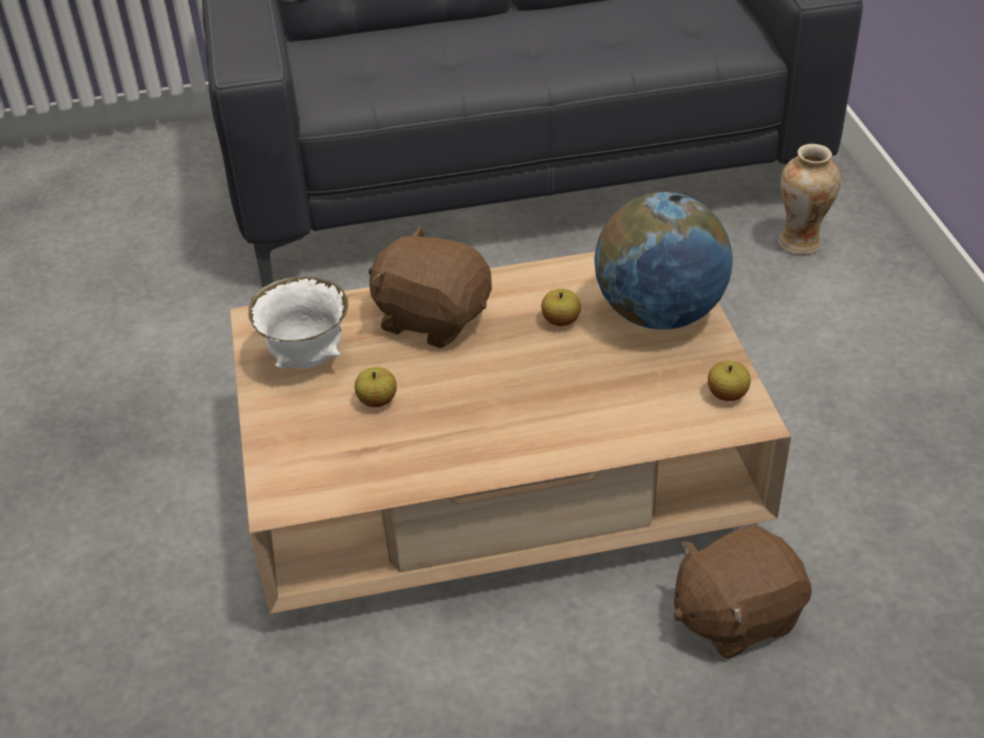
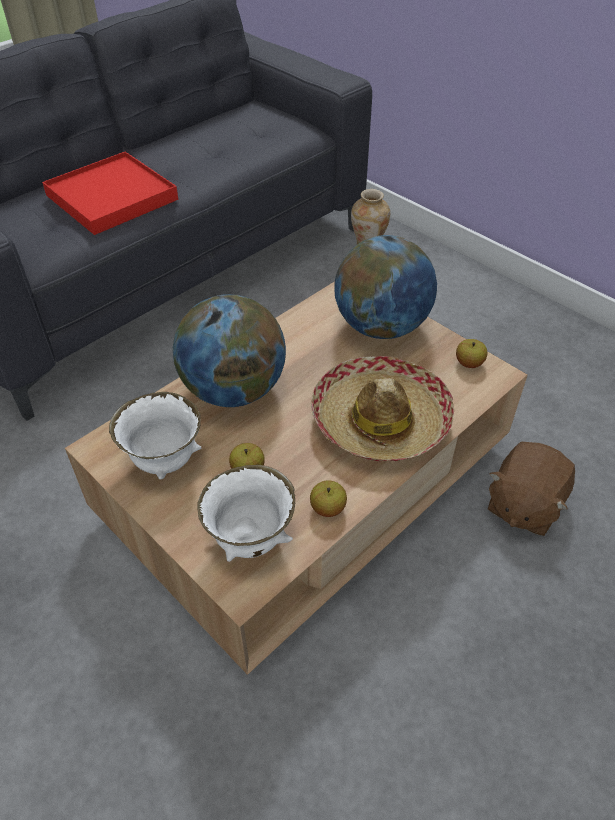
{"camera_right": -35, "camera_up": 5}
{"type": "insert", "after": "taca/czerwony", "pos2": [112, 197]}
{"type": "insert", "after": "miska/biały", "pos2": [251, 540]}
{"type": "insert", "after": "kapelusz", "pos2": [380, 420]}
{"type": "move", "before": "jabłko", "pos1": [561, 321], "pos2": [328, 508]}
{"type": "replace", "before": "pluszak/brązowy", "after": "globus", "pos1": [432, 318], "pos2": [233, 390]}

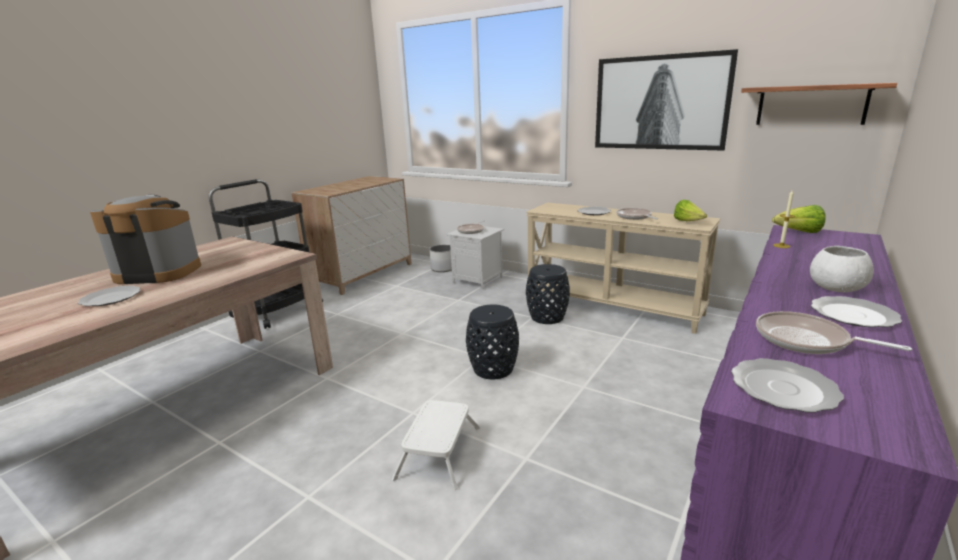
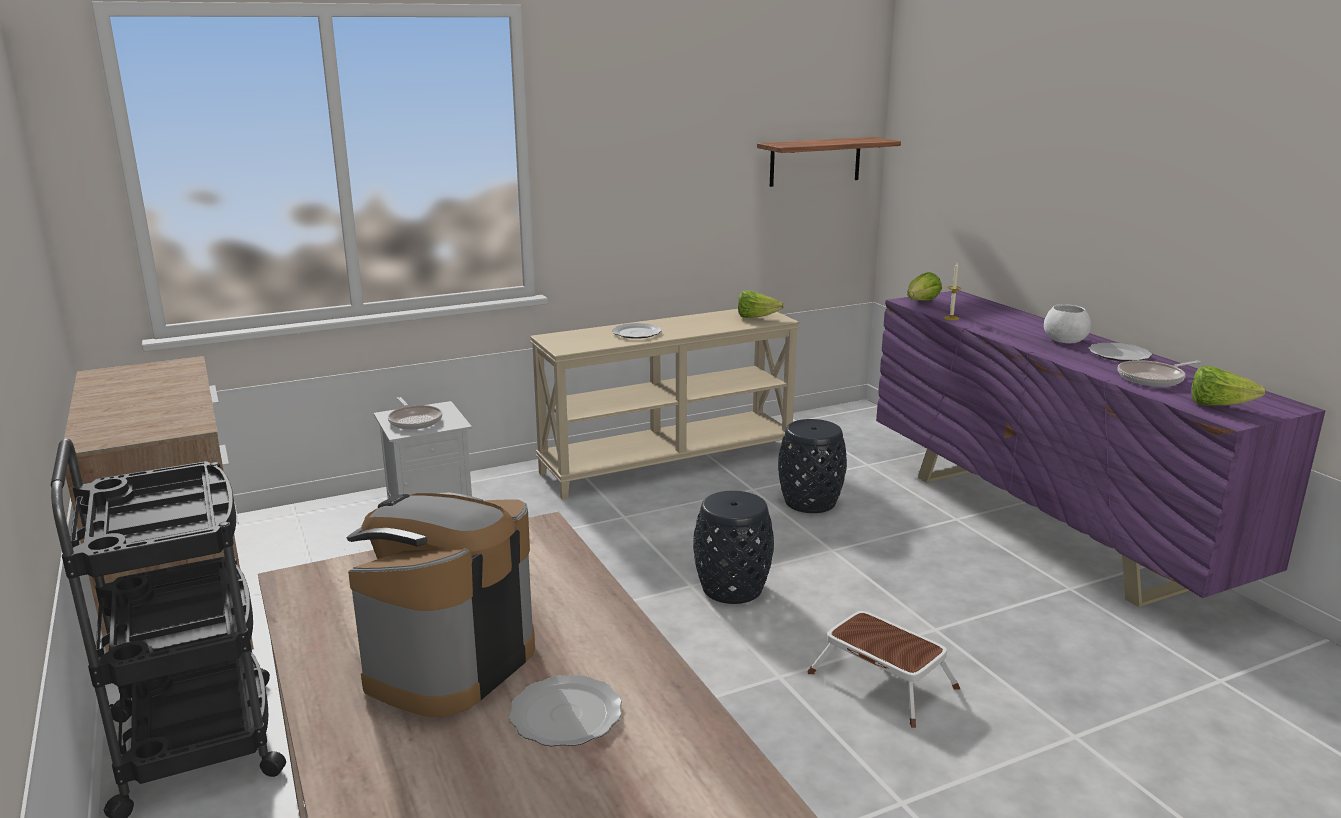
{"camera_right": -60, "camera_up": 0}
{"type": "delete", "before": "donica/biały", "pos1": [443, 268]}
{"type": "delete", "before": "obraz", "pos1": [660, 103]}
{"type": "delete", "before": "patelnia", "pos1": [635, 217]}
{"type": "move", "before": "stołek/czarny", "pos1": [547, 317], "pos2": [809, 502]}
{"type": "replace", "before": "talerz", "after": "sałata", "pos1": [783, 387], "pos2": [1218, 405]}
{"type": "recolor", "before": "drabinka/biały", "after": "drabinka/brązowy", "pos1": [438, 452], "pos2": [882, 681]}

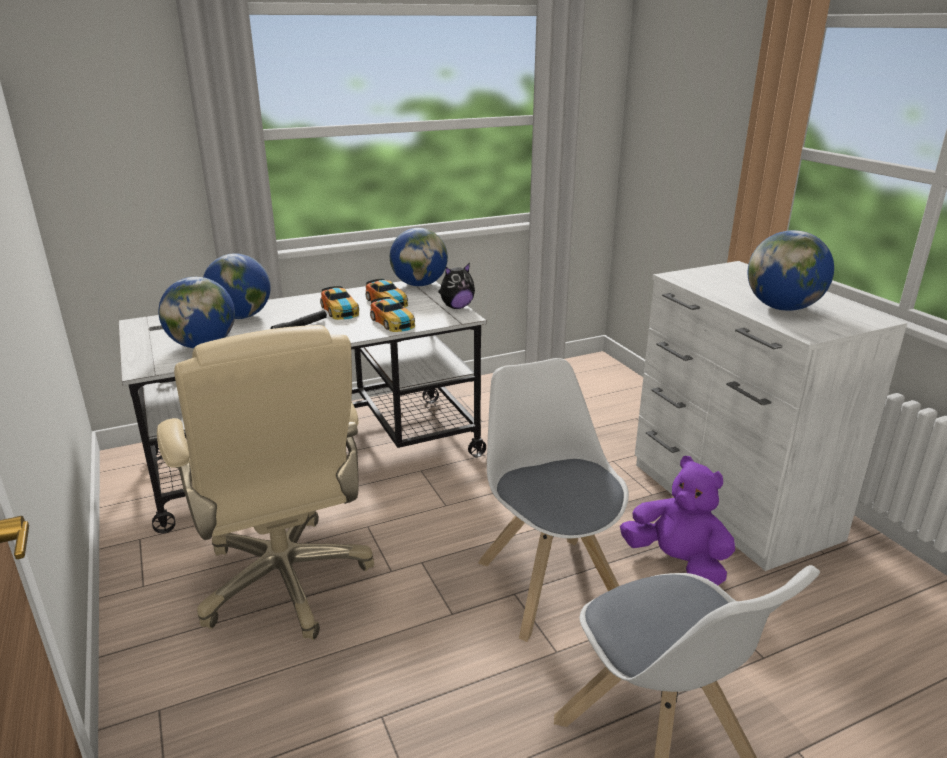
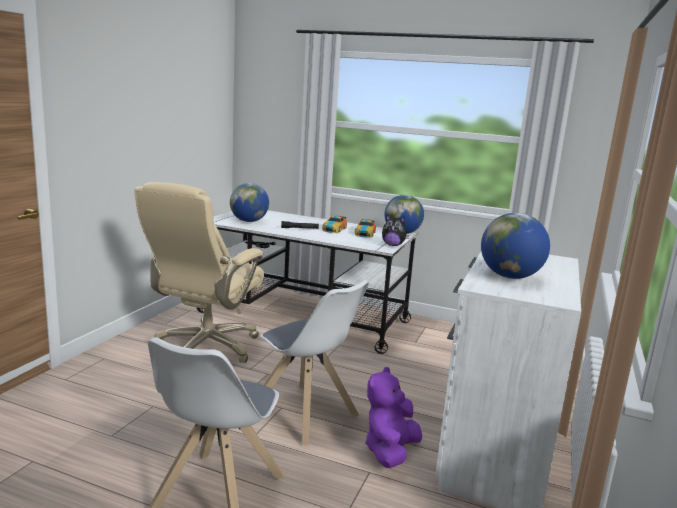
{"camera_right": 45, "camera_up": -10}
{"type": "delete", "before": "globus", "pos1": [241, 317]}
{"type": "delete", "before": "samochodzik", "pos1": [393, 322]}
{"type": "rotate", "before": "krzesło", "pos1": [549, 582], "pos2": [306, 414], "turn": 105}
{"type": "rotate", "before": "pluszak/fioletowy", "pos1": [677, 562], "pos2": [390, 451], "turn": -150}

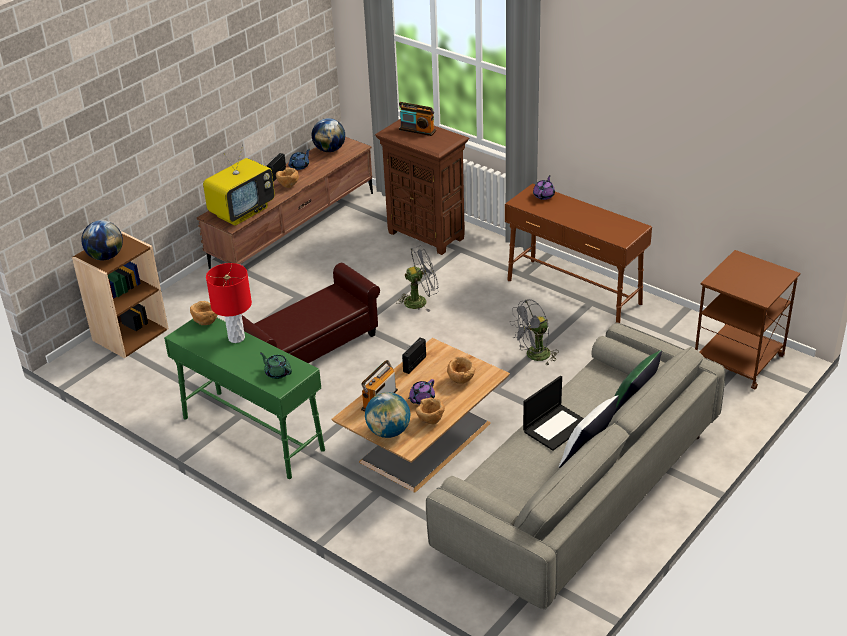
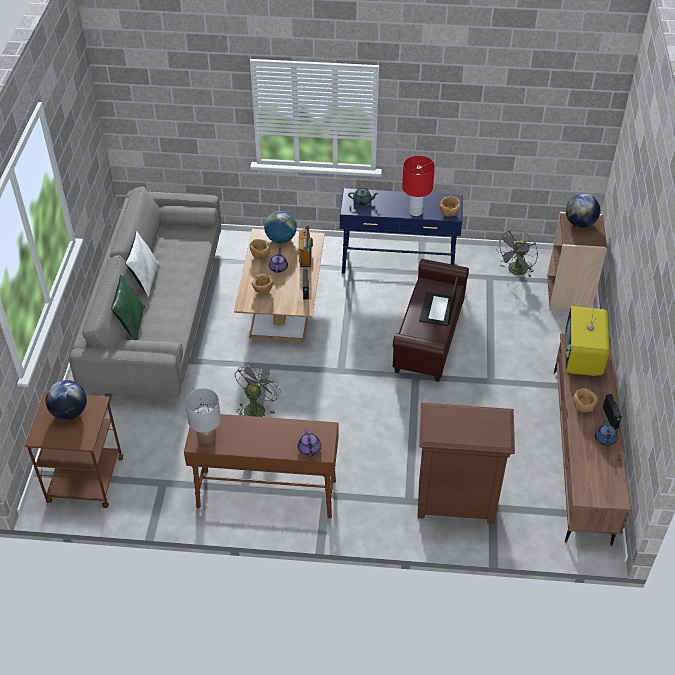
{"camera_right": 145, "camera_up": 10}
{"type": "delete", "before": "radio", "pos1": [417, 130]}
{"type": "insert", "after": "lampa stołowa/szary", "pos2": [207, 436]}
{"type": "move", "before": "globus", "pos1": [329, 150], "pos2": [70, 412]}
{"type": "move", "before": "wentylator/szary", "pos1": [420, 301], "pos2": [516, 271]}
{"type": "move", "before": "laptop", "pos1": [556, 427], "pos2": [438, 310]}
{"type": "recolor", "before": "stolik konsolowy/zielony", "after": "stolik konsolowy/niebieski", "pos1": [253, 433], "pos2": [398, 264]}

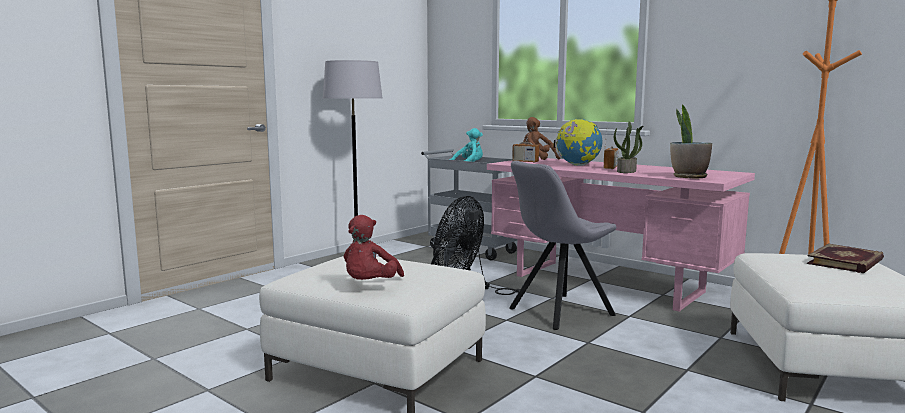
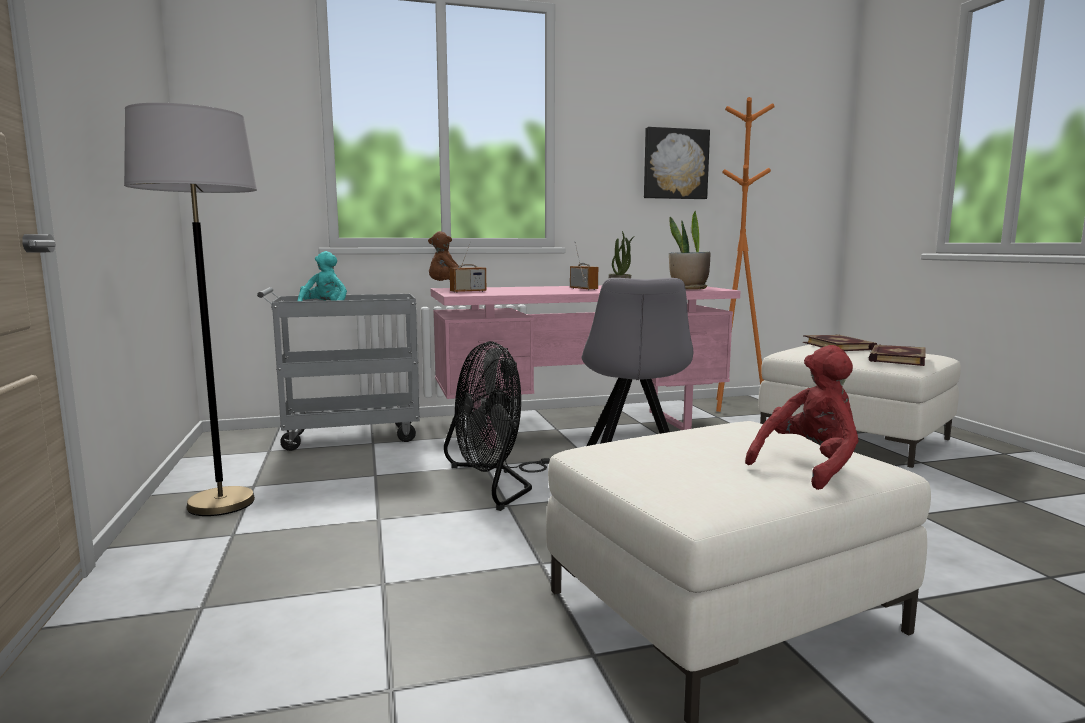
{"camera_right": -55, "camera_up": 0}
{"type": "delete", "before": "globus", "pos1": [577, 165]}
{"type": "insert", "after": "obraz", "pos2": [675, 164]}
{"type": "insert", "after": "książka", "pos2": [895, 358]}
{"type": "rotate", "before": "pluszak/czerwony", "pos1": [369, 285], "pos2": [809, 466], "turn": -90}

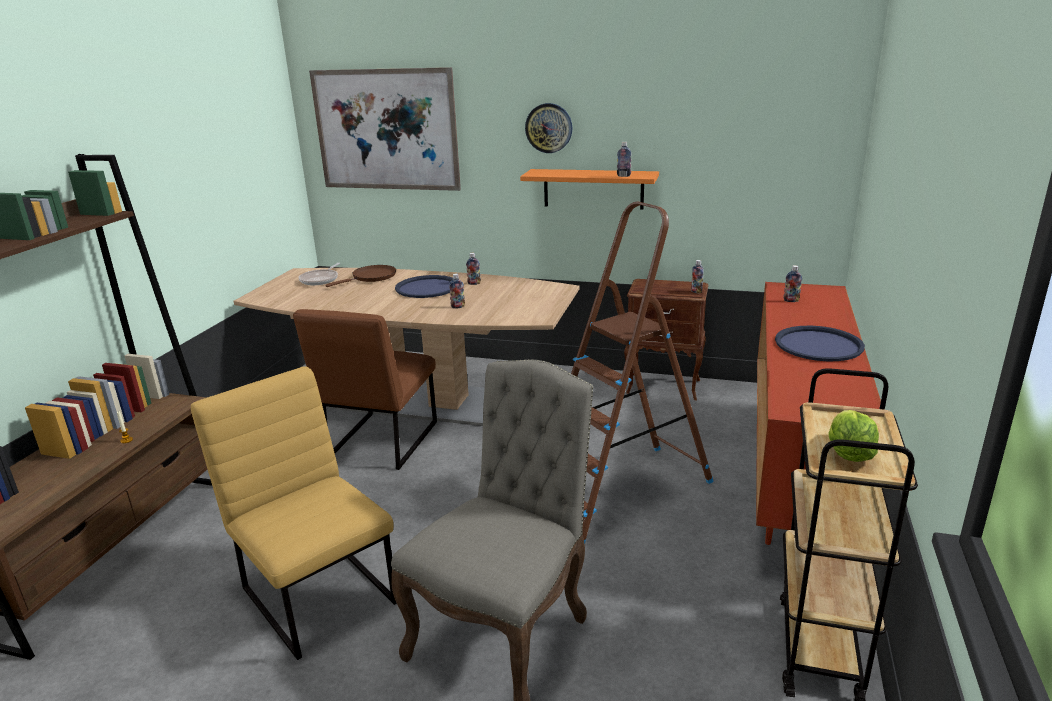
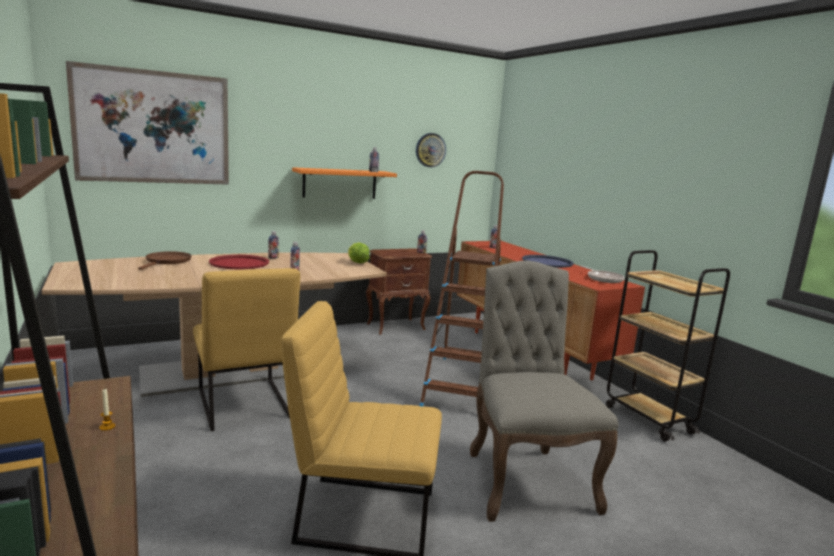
{"camera_right": -45, "camera_up": -10}
{"type": "move", "before": "patelnia", "pos1": [320, 280], "pos2": [603, 279]}
{"type": "move", "before": "zegar ścienny", "pos1": [549, 128], "pos2": [430, 150]}
{"type": "move", "before": "sałata", "pos1": [848, 454], "pos2": [357, 263]}
{"type": "recolor", "before": "krzesło/brązowy", "after": "krzesło/żółty", "pos1": [381, 442], "pos2": [243, 405]}
{"type": "recolor", "before": "taca/niebieski", "after": "taca/czerwony", "pos1": [427, 287], "pos2": [239, 263]}

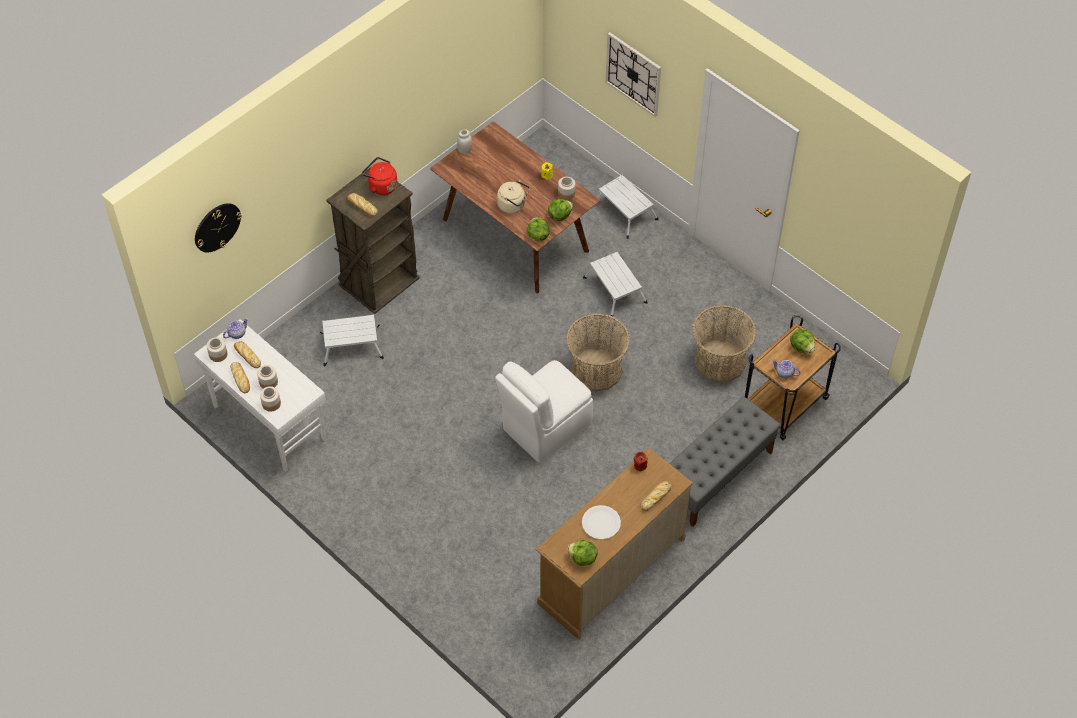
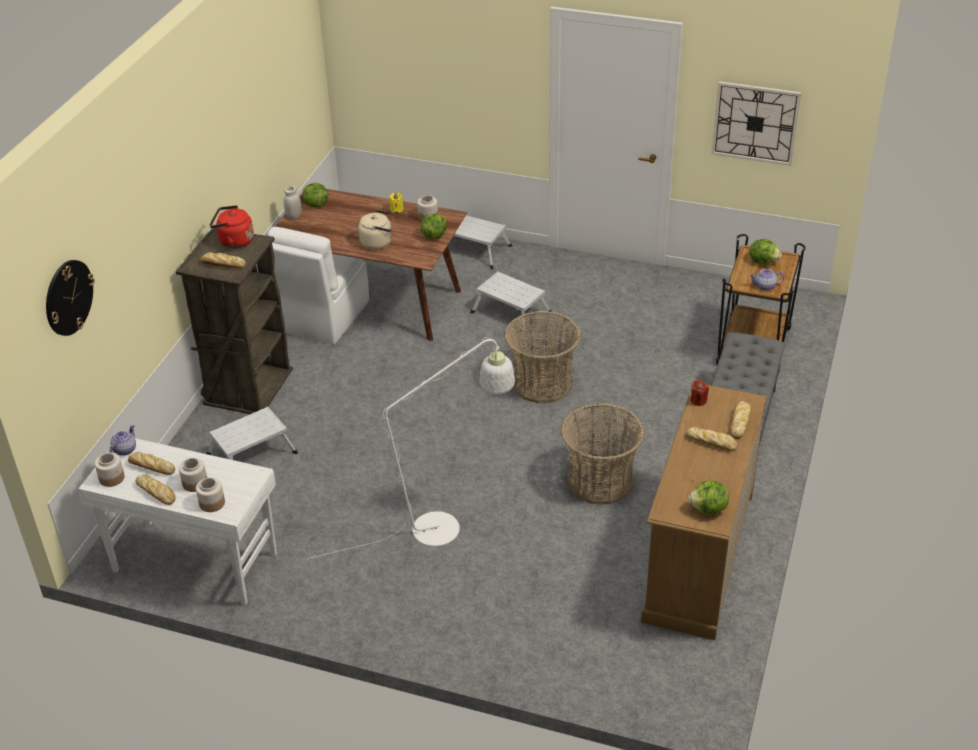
{"camera_right": -25, "camera_up": -15}
{"type": "delete", "before": "talerz/biały", "pos1": [601, 523]}
{"type": "insert", "after": "lampa stojąca/biały", "pos2": [448, 525]}
{"type": "insert", "after": "chleb", "pos2": [712, 442]}
{"type": "move", "before": "krzesło/biały", "pos1": [545, 427], "pos2": [324, 318]}
{"type": "move", "before": "sałata", "pos1": [538, 235], "pos2": [315, 204]}
{"type": "move", "before": "zegar ścienny", "pos1": [633, 74], "pos2": [755, 123]}
{"type": "move", "before": "koszyk", "pos1": [719, 361], "pos2": [600, 481]}

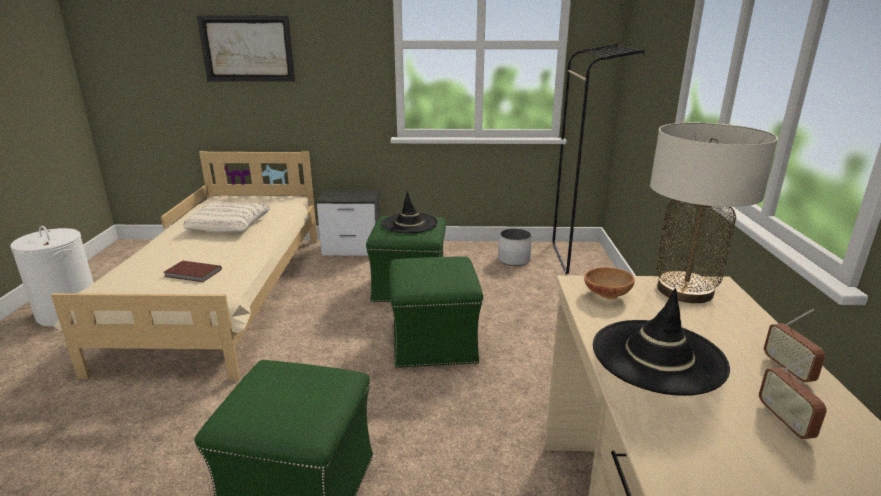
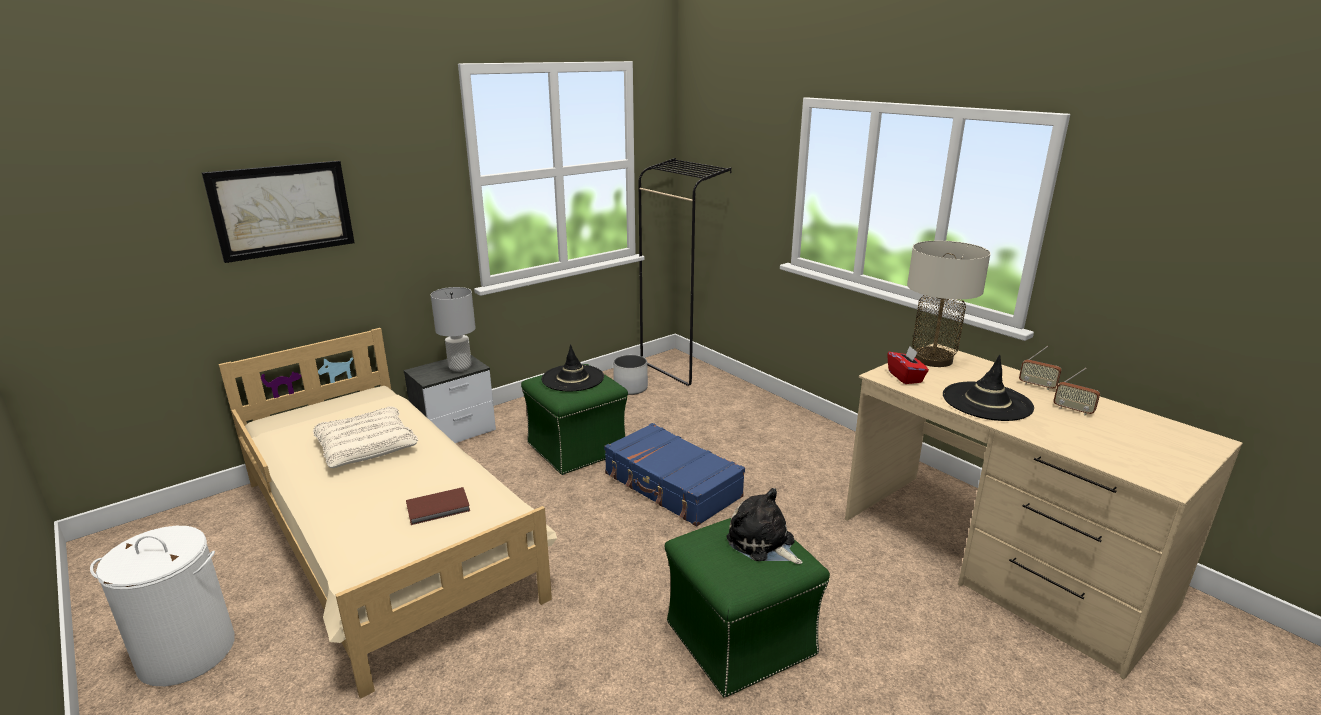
{"camera_right": -40, "camera_up": 0}
{"type": "insert", "after": "lampa stołowa/szary", "pos2": [460, 368]}
{"type": "insert", "after": "pluszak", "pos2": [763, 543]}
{"type": "replace", "before": "pufa/zielony", "after": "walizka/niebieski", "pos1": [434, 344], "pos2": [672, 486]}
{"type": "replace", "before": "miska/brązowy", "after": "pudełko chusteczek/czerwony", "pos1": [606, 295], "pos2": [905, 377]}

